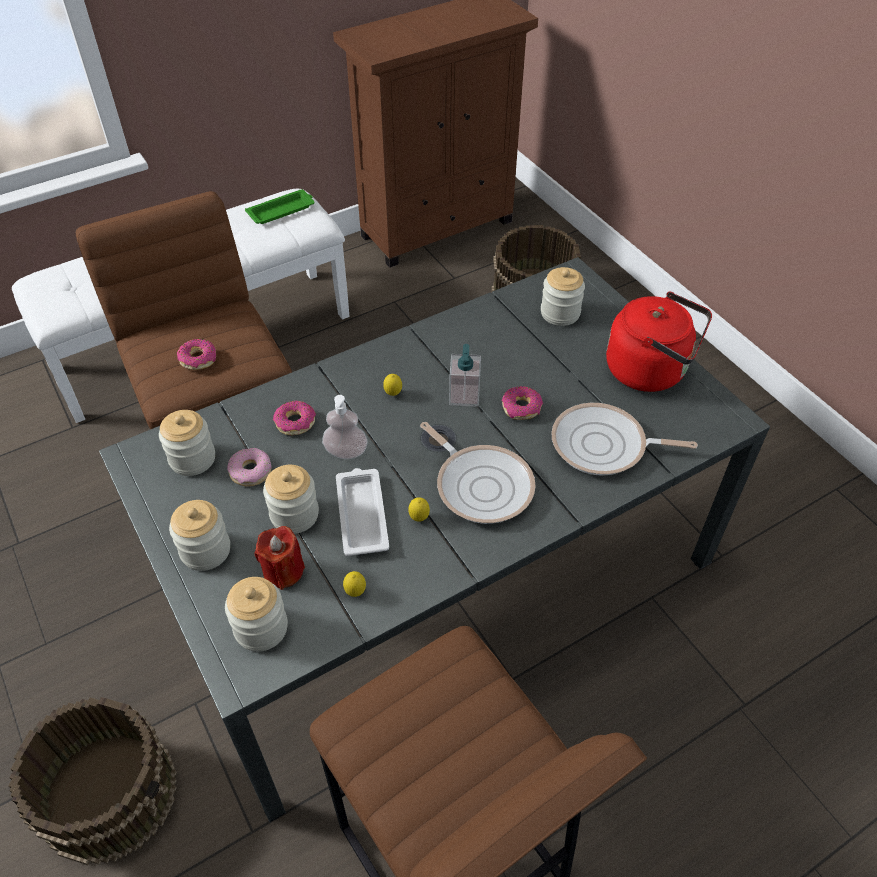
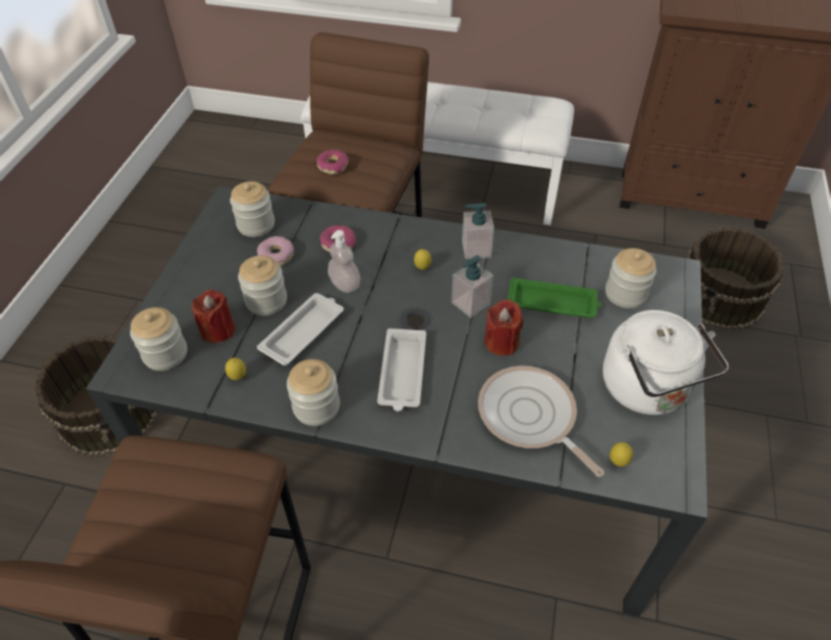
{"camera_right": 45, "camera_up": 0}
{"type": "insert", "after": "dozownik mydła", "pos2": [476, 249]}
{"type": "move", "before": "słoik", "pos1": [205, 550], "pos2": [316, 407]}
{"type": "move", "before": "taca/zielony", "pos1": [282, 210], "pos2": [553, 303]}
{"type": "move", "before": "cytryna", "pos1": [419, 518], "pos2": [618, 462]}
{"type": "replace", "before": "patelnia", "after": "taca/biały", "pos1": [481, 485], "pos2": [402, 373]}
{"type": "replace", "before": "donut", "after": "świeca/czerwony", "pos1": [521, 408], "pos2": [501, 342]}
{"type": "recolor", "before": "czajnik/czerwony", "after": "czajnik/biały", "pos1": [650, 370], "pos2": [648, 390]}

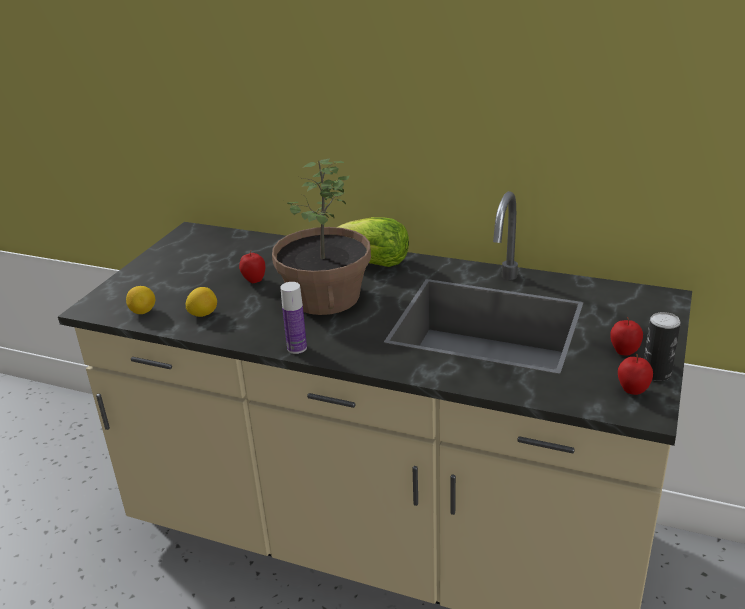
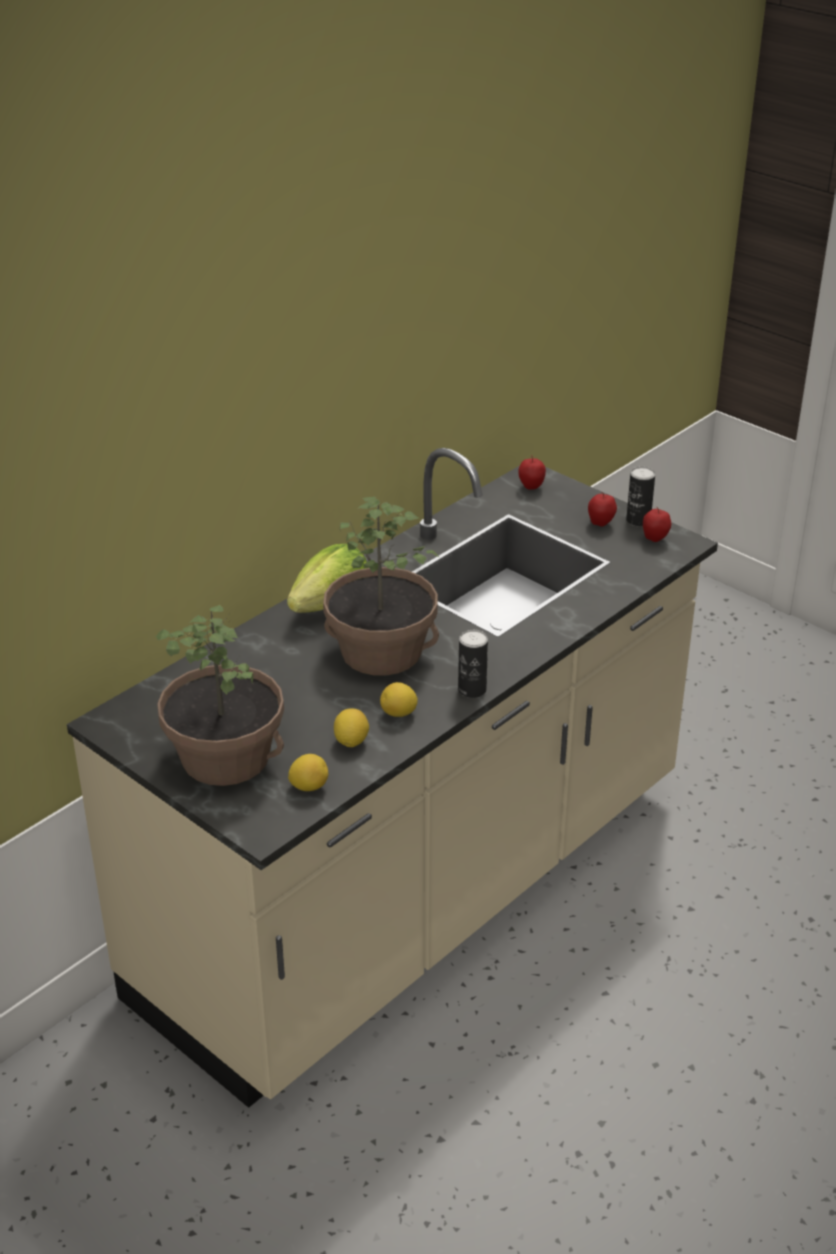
{"camera_right": -70, "camera_up": 5}
{"type": "insert", "after": "roślina doniczkowa", "pos2": [226, 756]}
{"type": "insert", "after": "cytryna", "pos2": [399, 713]}
{"type": "move", "before": "jabłko", "pos1": [254, 281], "pos2": [531, 487]}
{"type": "replace", "before": "butelka", "after": "puszka", "pos1": [297, 348], "pos2": [472, 690]}

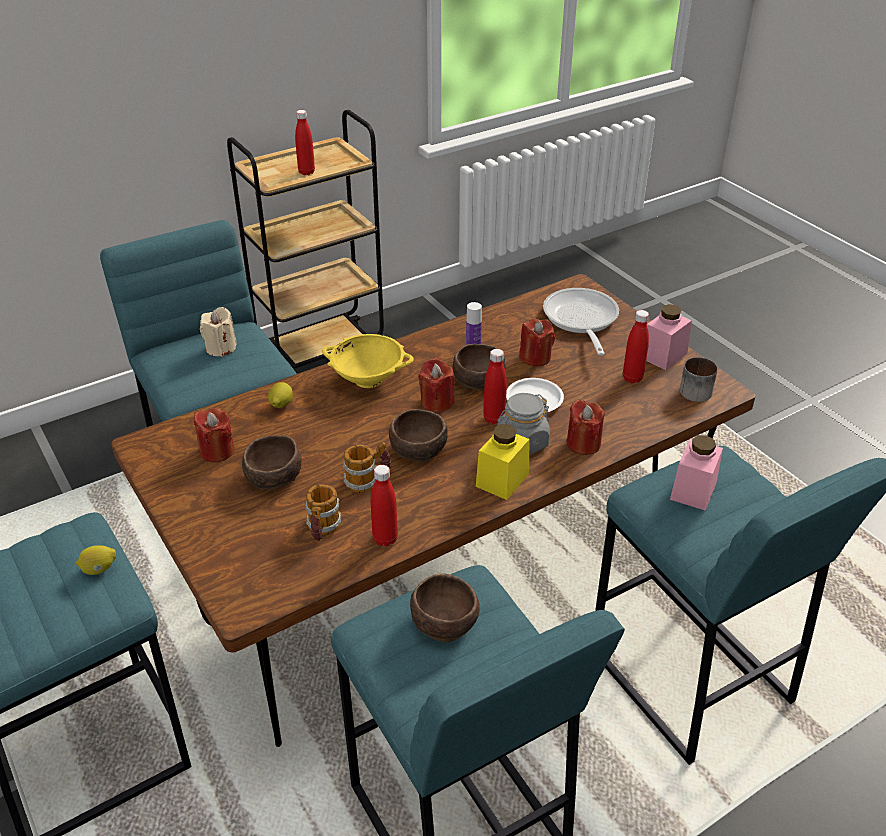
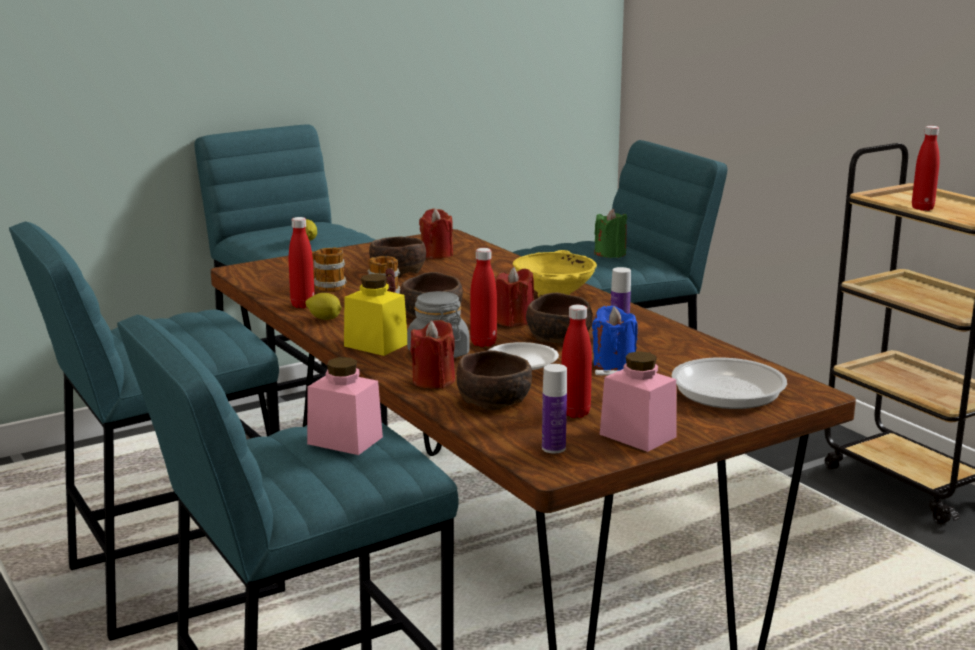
{"camera_right": 90, "camera_up": -20}
{"type": "move", "before": "cytryna", "pos1": [281, 405], "pos2": [324, 319]}
{"type": "move", "before": "miska/brązowy", "pos1": [444, 620], "pos2": [495, 401]}
{"type": "replace", "before": "kubek", "after": "butelka", "pos1": [693, 389], "pos2": [553, 448]}
{"type": "recolor", "before": "świeca/beżowy", "after": "świeca/zielony", "pos1": [221, 348], "pos2": [610, 254]}
{"type": "recolor", "before": "świeca/czerwony", "after": "świeca/niebieski", "pos1": [535, 357], "pos2": [613, 364]}

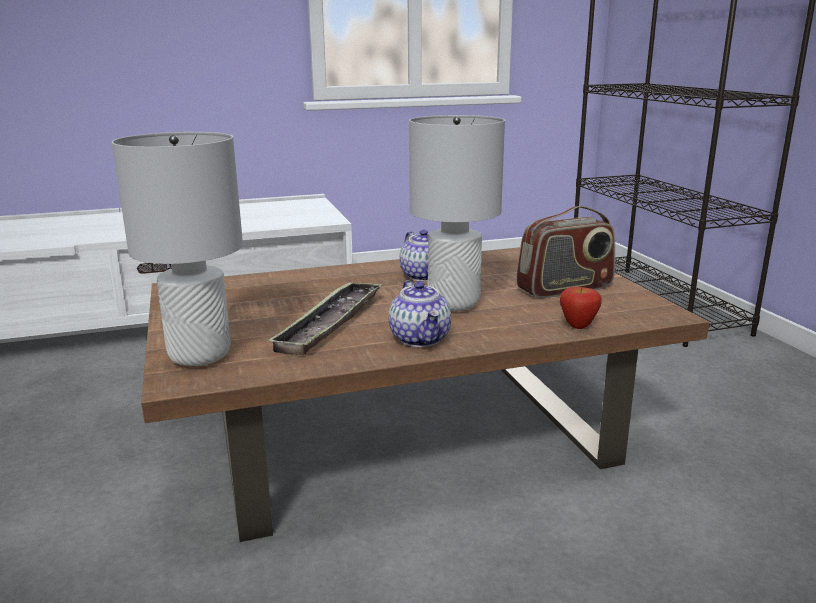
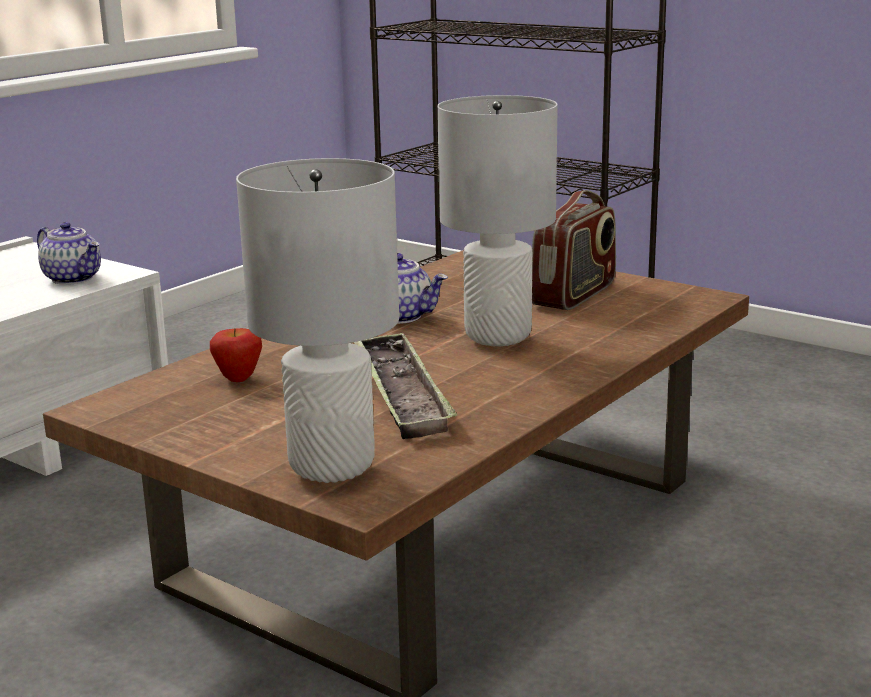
{"camera_right": -35, "camera_up": 0}
{"type": "move", "before": "imbryk", "pos1": [421, 339], "pos2": [73, 278]}
{"type": "move", "before": "jabłko", "pos1": [578, 326], "pos2": [238, 379]}

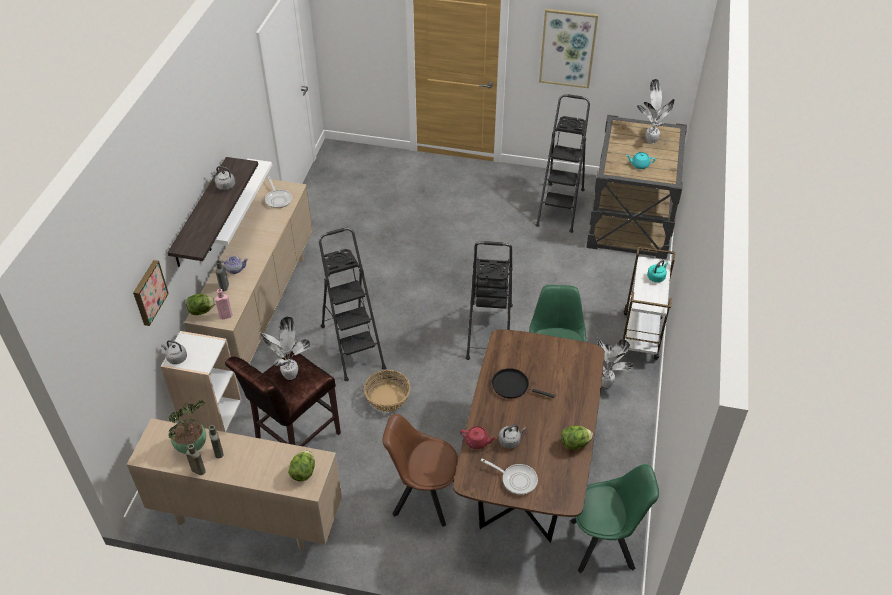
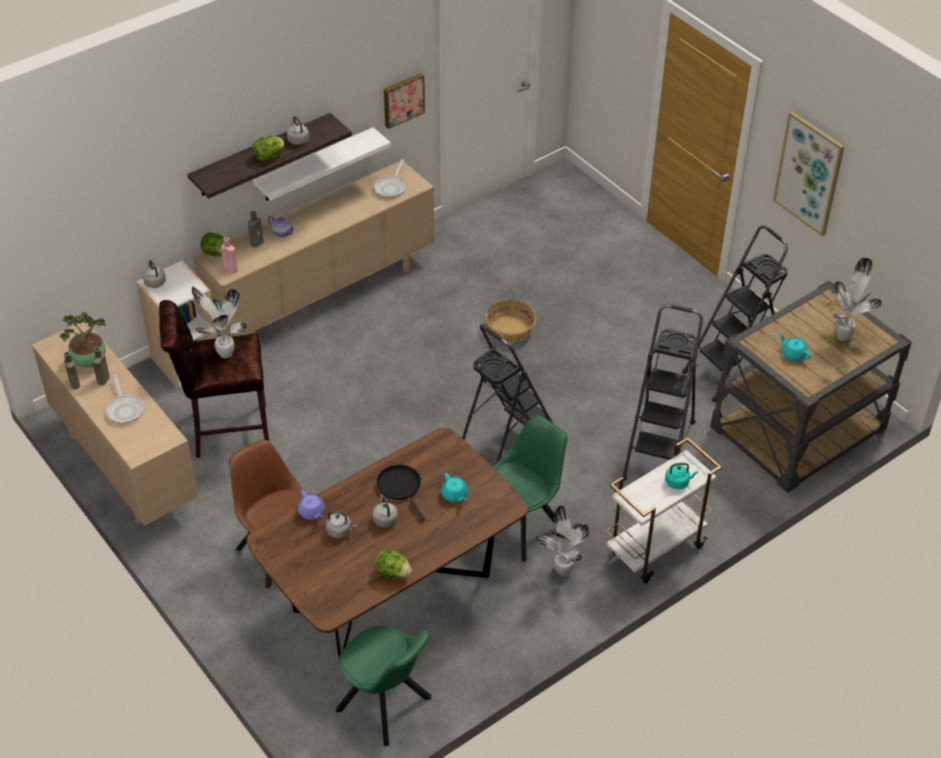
{"camera_right": 40, "camera_up": 0}
{"type": "insert", "after": "czajnik/szary", "pos2": [385, 519]}
{"type": "insert", "after": "imbryk/turkusowy", "pos2": [455, 495]}
{"type": "move", "before": "obraz", "pos1": [148, 292], "pos2": [402, 99]}
{"type": "move", "before": "sałata", "pos1": [303, 472], "pos2": [269, 156]}
{"type": "move", "before": "drabinka", "pos1": [352, 345], "pos2": [659, 448]}
{"type": "move", "before": "koszyk", "pos1": [387, 398], "pos2": [509, 329]}
{"type": "move", "before": "patelnia", "pos1": [516, 479], "pos2": [125, 409]}
{"type": "recolor", "before": "imbryk/czerwony", "after": "imbryk/fioletowy", "pos1": [477, 442], "pos2": [312, 512]}

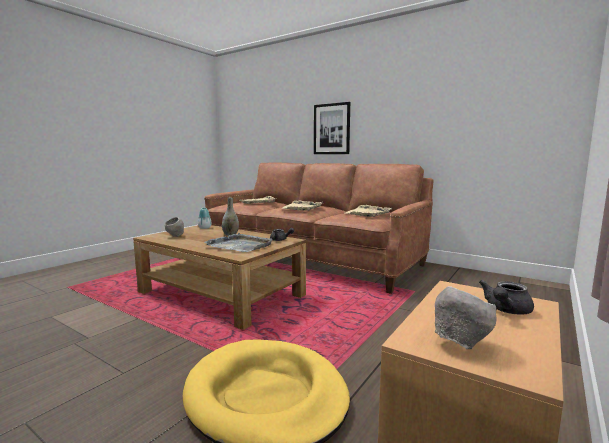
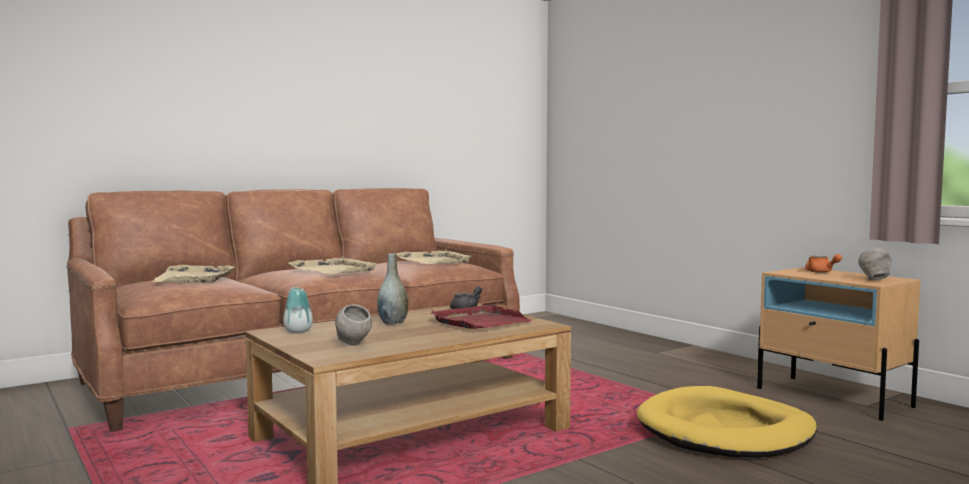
{"camera_right": -70, "camera_up": -5}
{"type": "delete", "before": "obraz", "pos1": [331, 129]}
{"type": "recolor", "before": "taca/szary", "after": "taca/czerwony", "pos1": [240, 245], "pos2": [480, 322]}
{"type": "recolor", "before": "imbryk/szary", "after": "imbryk/pomarańczowy", "pos1": [505, 310], "pos2": [821, 272]}

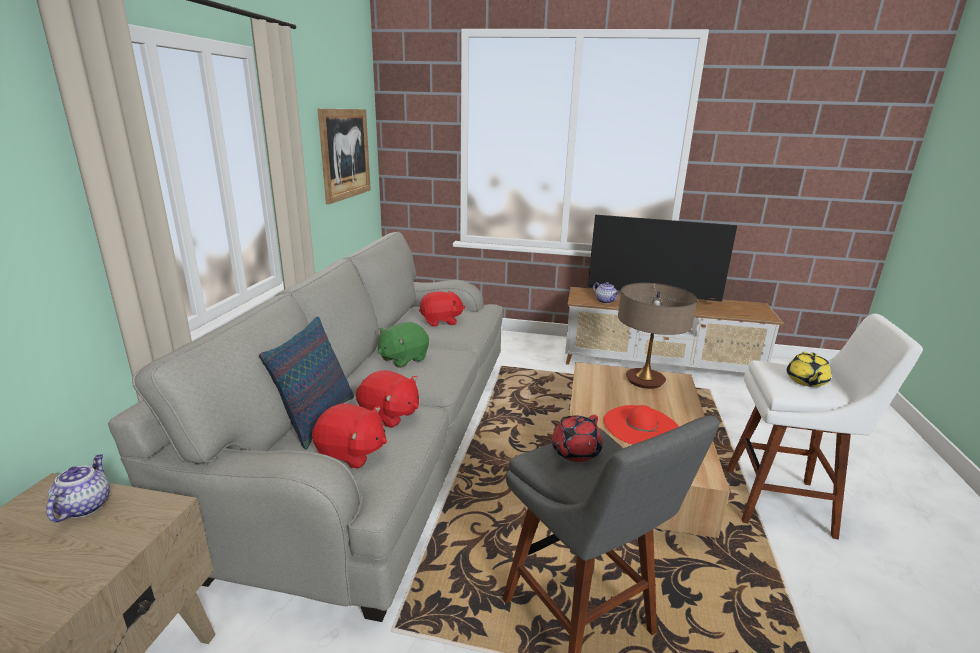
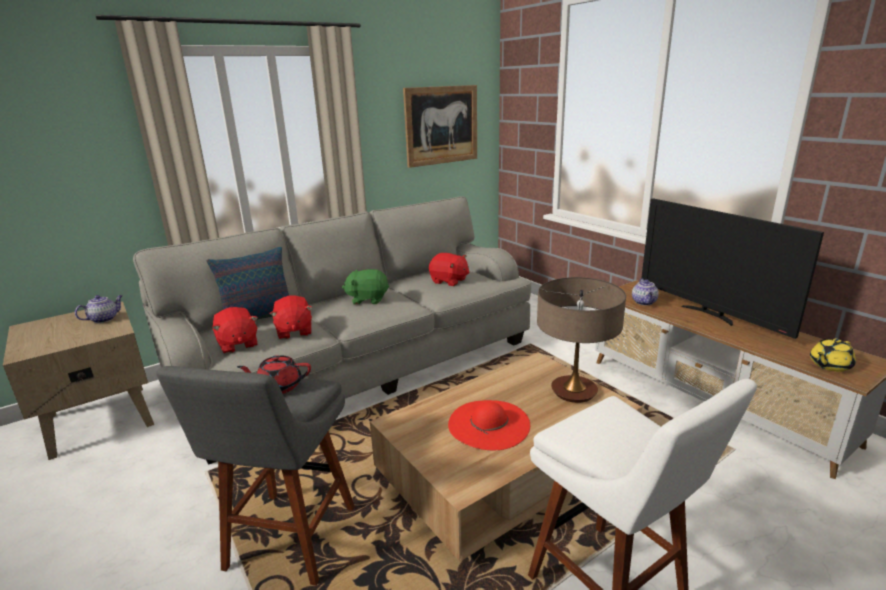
{"camera_right": 45, "camera_up": 0}
{"type": "move", "before": "imbryk/żółty", "pos1": [806, 381], "pos2": [829, 365]}

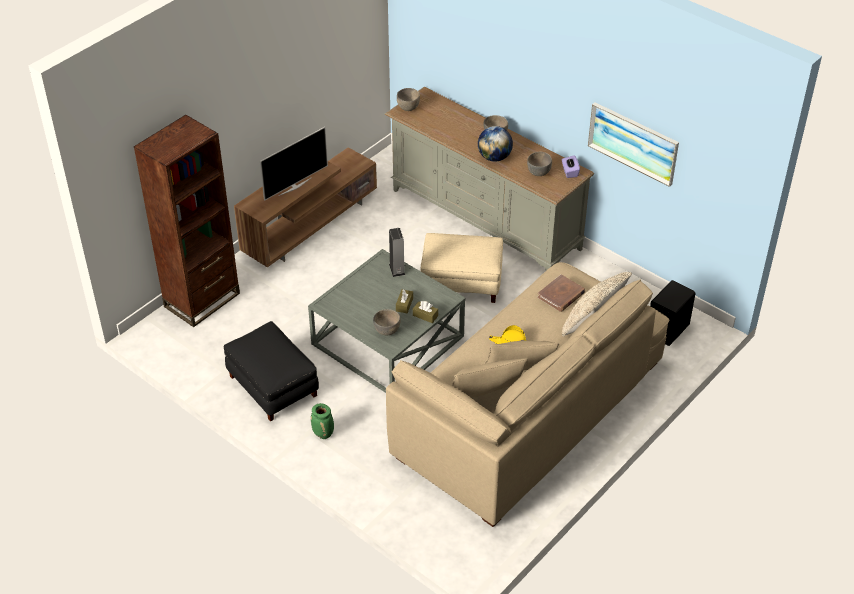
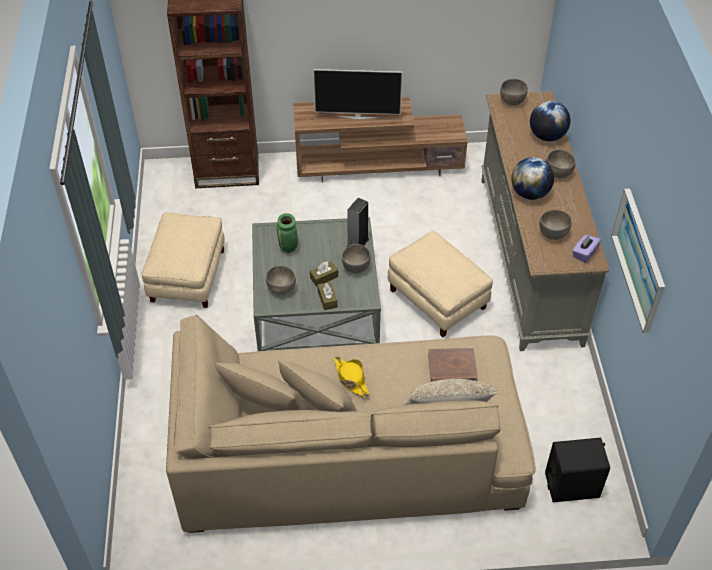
{"camera_right": 45, "camera_up": 5}
{"type": "insert", "after": "miska/szary", "pos2": [356, 267]}
{"type": "insert", "after": "globus", "pos2": [547, 136]}
{"type": "move", "before": "wazon/zielony", "pos1": [324, 434], "pos2": [289, 248]}
{"type": "recolor", "before": "pufa/czarny", "after": "pufa/beżowy", "pos1": [272, 386], "pos2": [187, 275]}

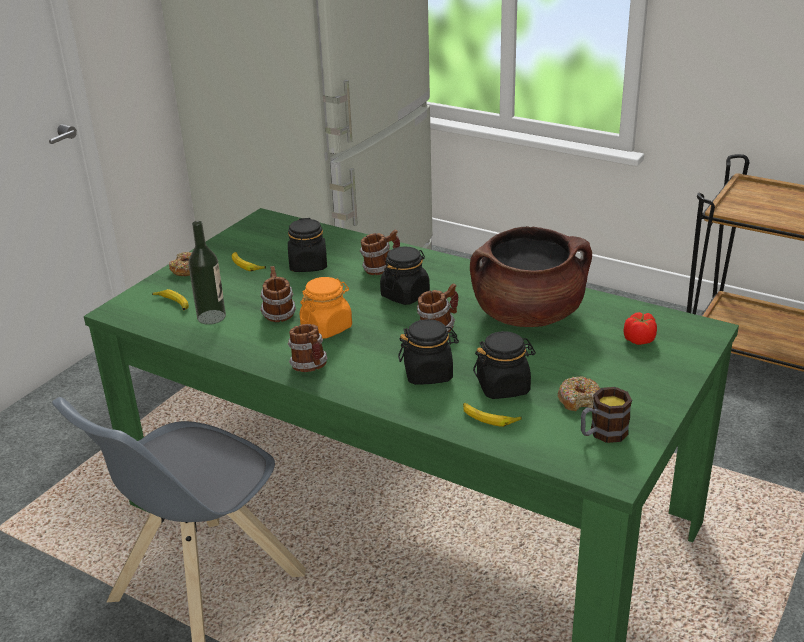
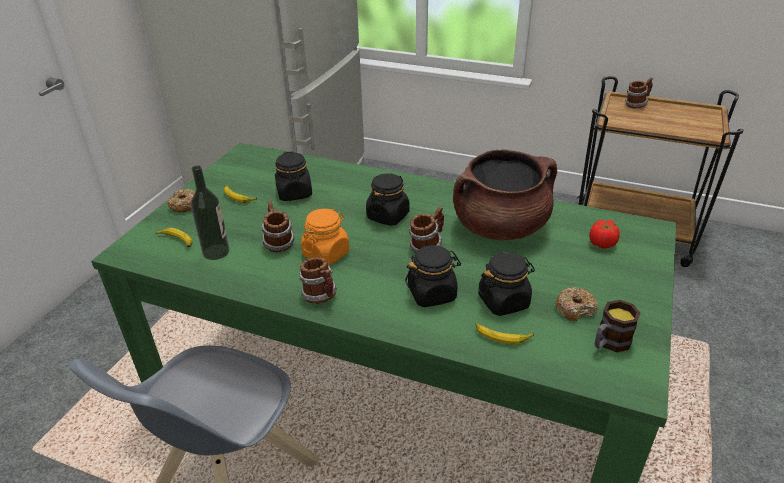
{"camera_right": -10, "camera_up": 5}
{"type": "move", "before": "kubek", "pos1": [380, 269], "pos2": [636, 105]}

